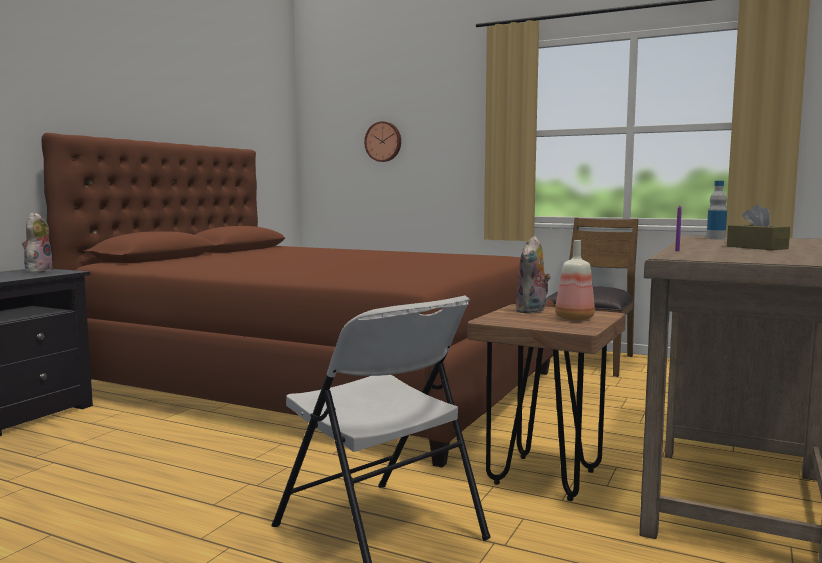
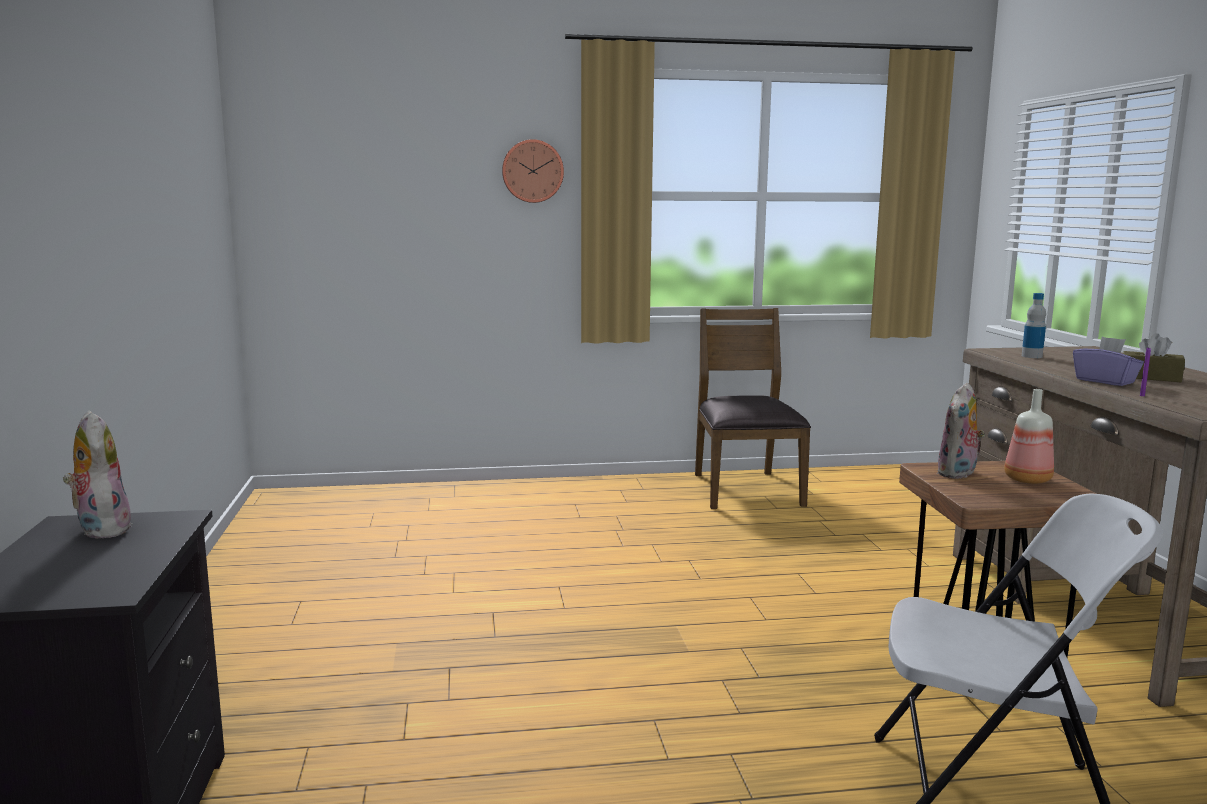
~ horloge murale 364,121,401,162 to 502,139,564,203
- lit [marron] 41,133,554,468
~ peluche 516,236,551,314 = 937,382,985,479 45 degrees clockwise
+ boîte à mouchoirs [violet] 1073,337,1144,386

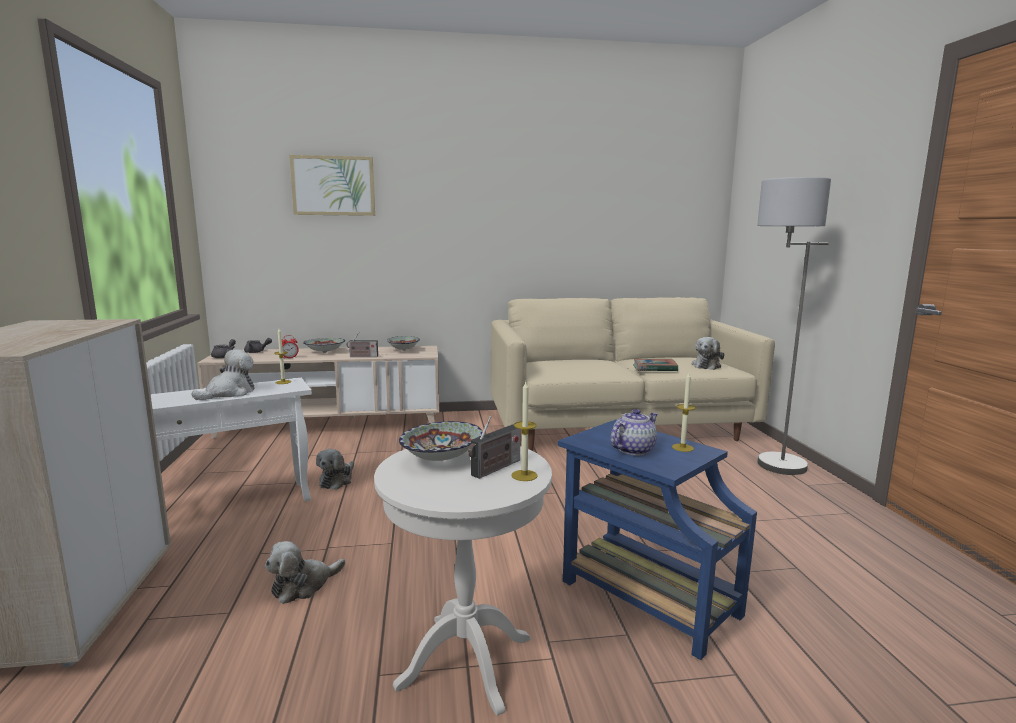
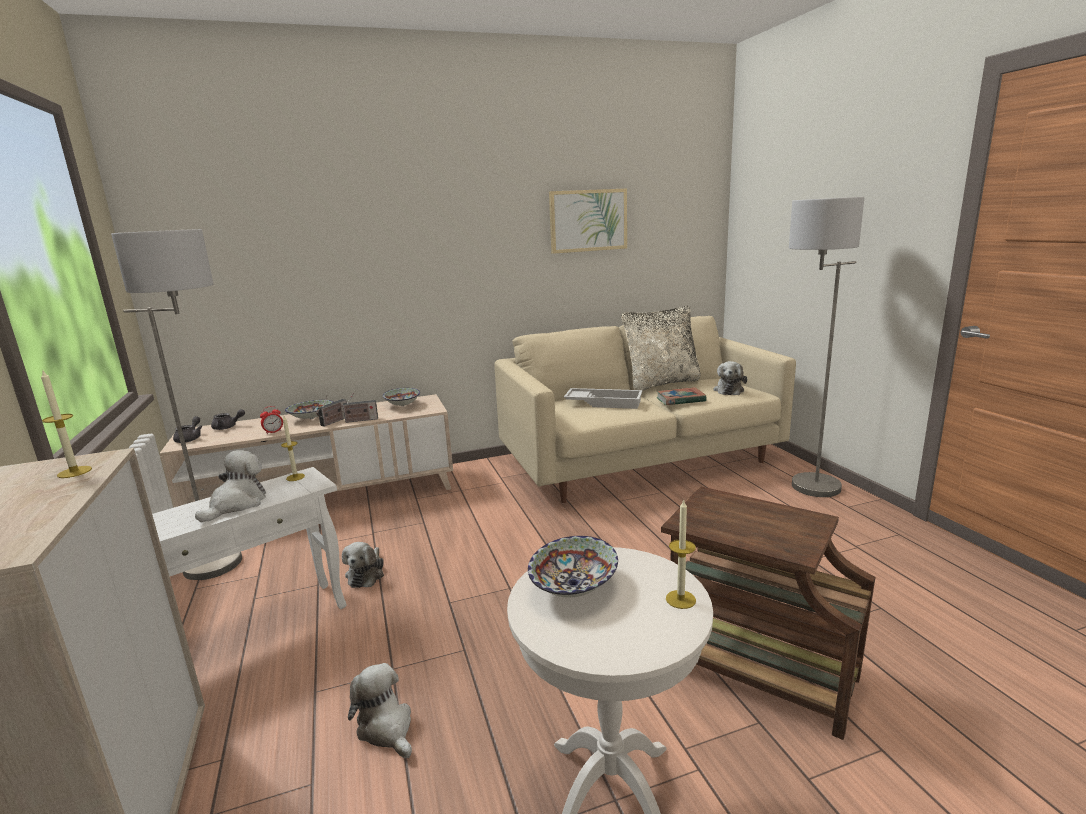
~ tableau 289,155,375,216 to 549,189,627,254
~ bougie 672,372,696,452 to 41,369,92,478
- théière 610,409,658,455
~ radio 468,416,521,479 to 316,395,347,427
~ table d'appoint [bleu] 558,420,757,660 to table d'appoint [marron] 661,486,875,740
~ peluche 265,541,346,604 = 348,663,412,758 105 degrees clockwise
+ lampadaire [gris] 111,229,242,580
+ coussin [beige] 621,306,701,391
+ plateau [blanc] 564,388,642,409

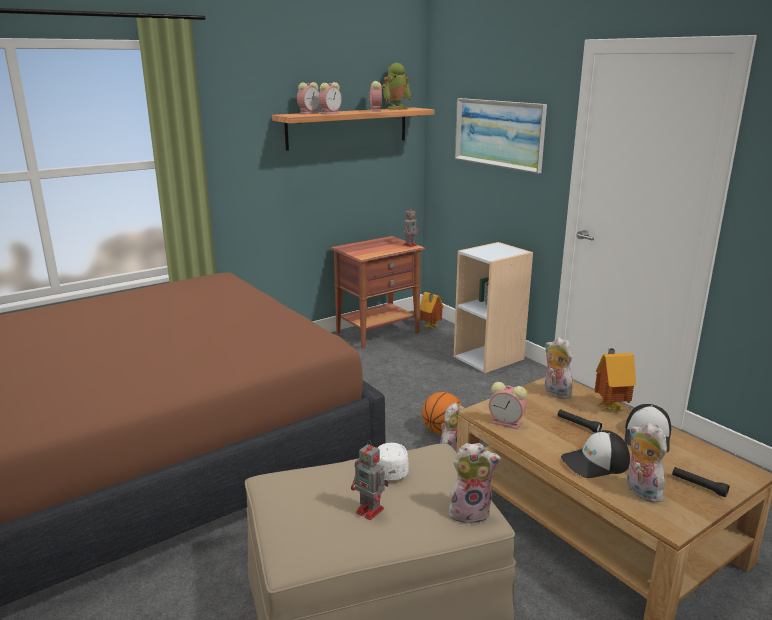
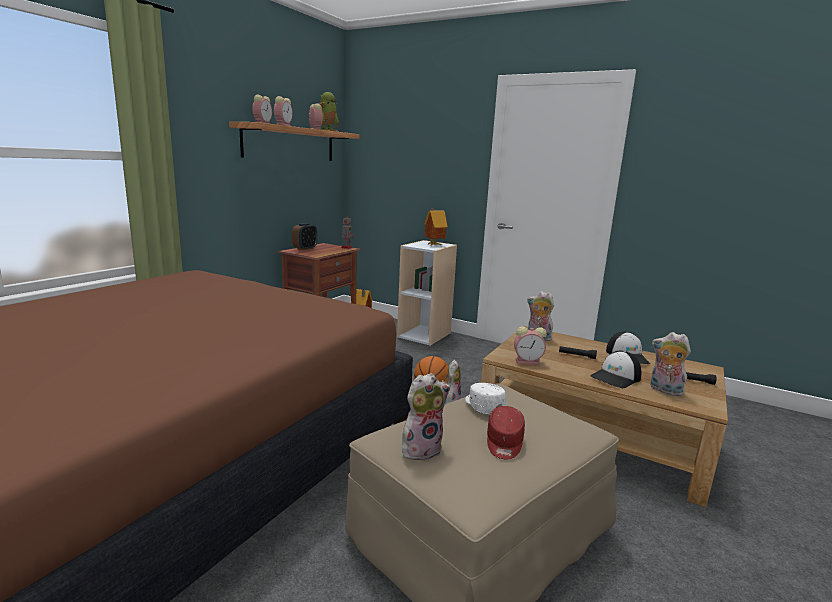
- tableau 455,98,547,174
~ maison miniature 595,348,636,411 to 424,209,448,246
~ robot jouet 351,440,389,520 to casquette [rouge] 487,406,525,460
~ peluche 449,443,501,524 to 402,373,450,460
+ réveil 292,223,317,250

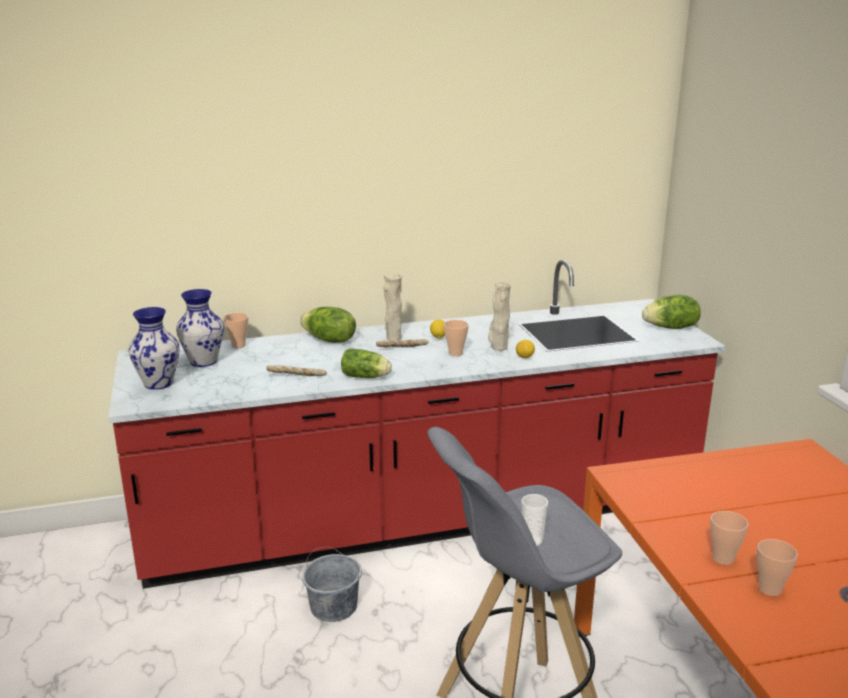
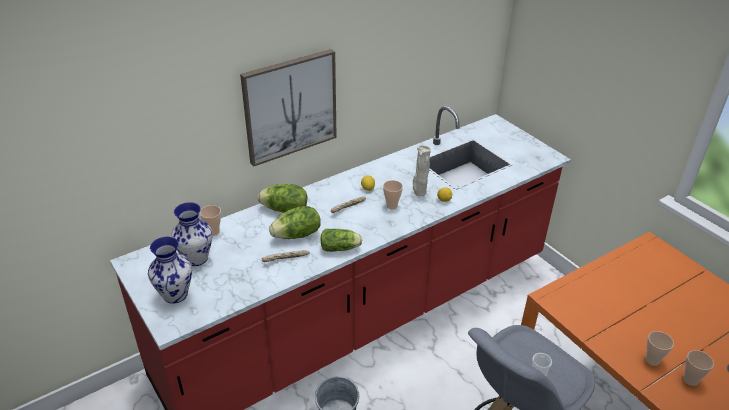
- vase [beige] 383,274,402,340
~ laitue 642,295,701,329 to 269,206,321,239
+ tableau 240,49,337,167

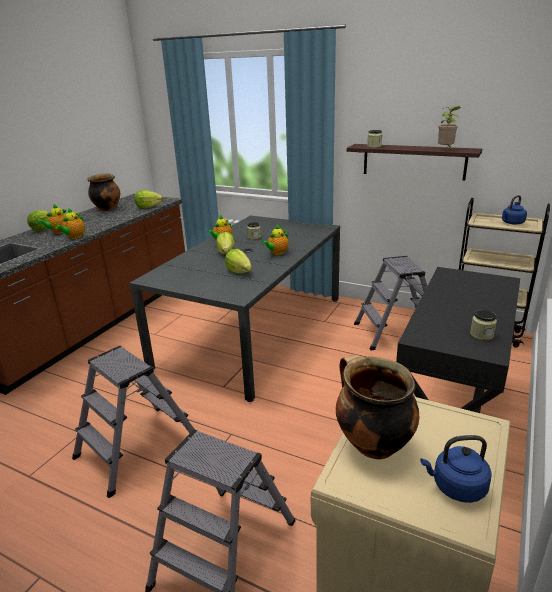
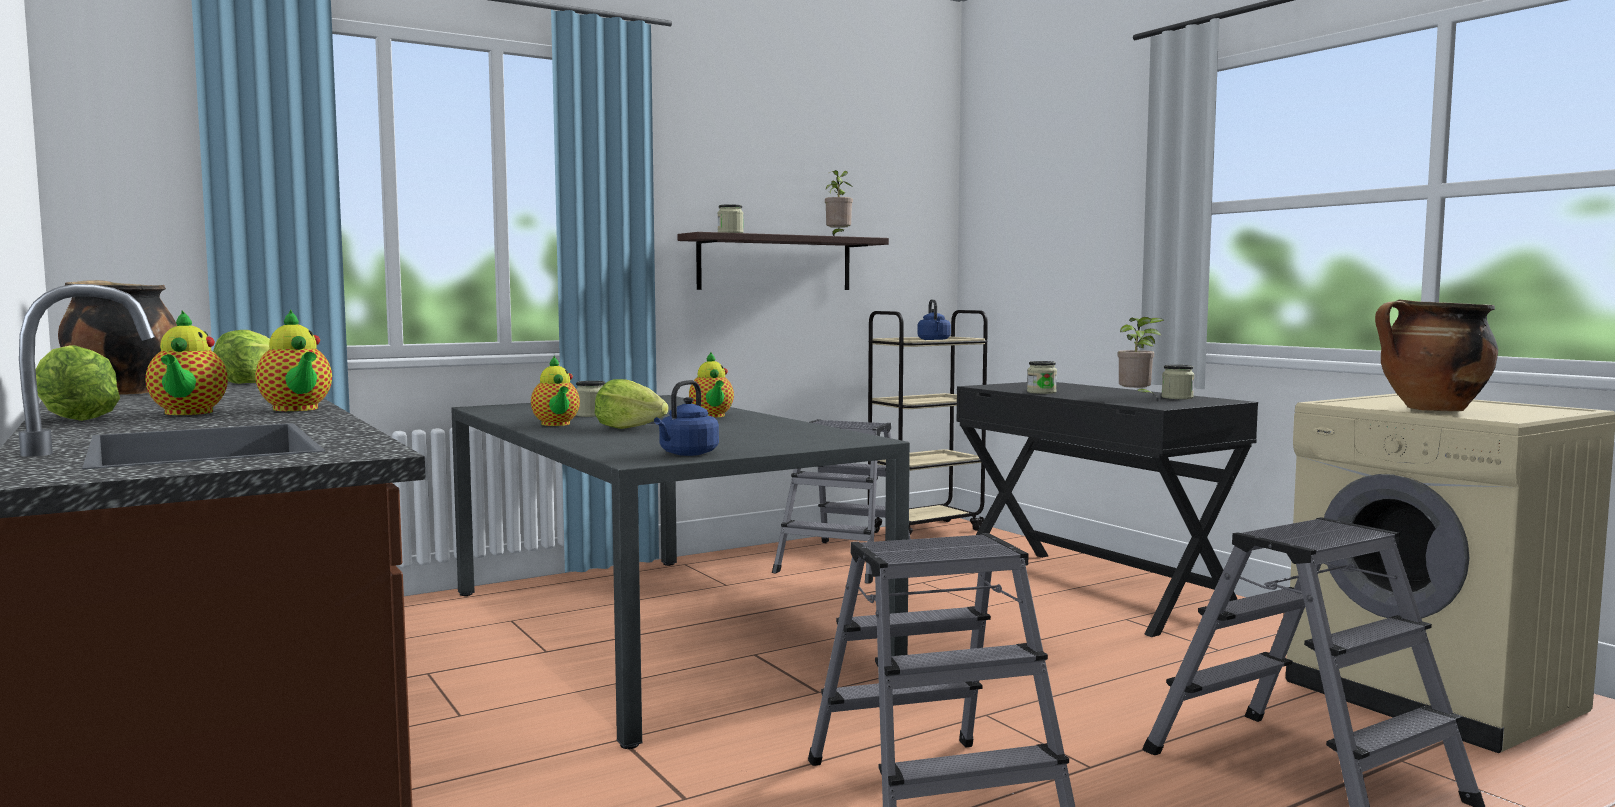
- laitue 225,249,252,273
~ bouilloire [bleu] 420,435,492,503 to 654,380,719,456
+ plante en pot 1118,317,1164,398
+ bocal 1027,361,1057,394

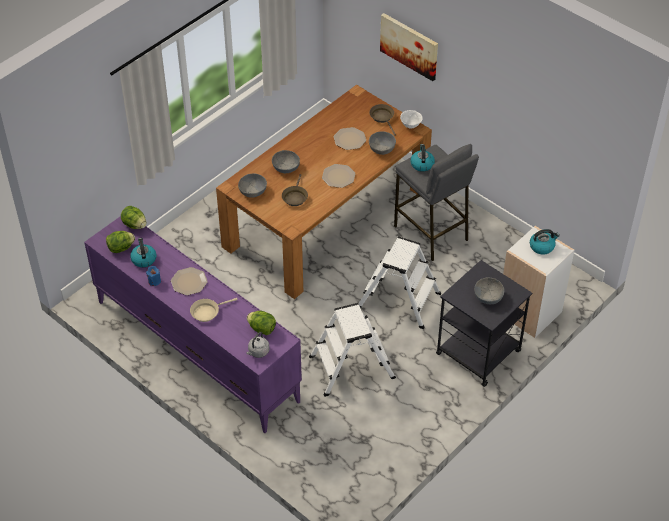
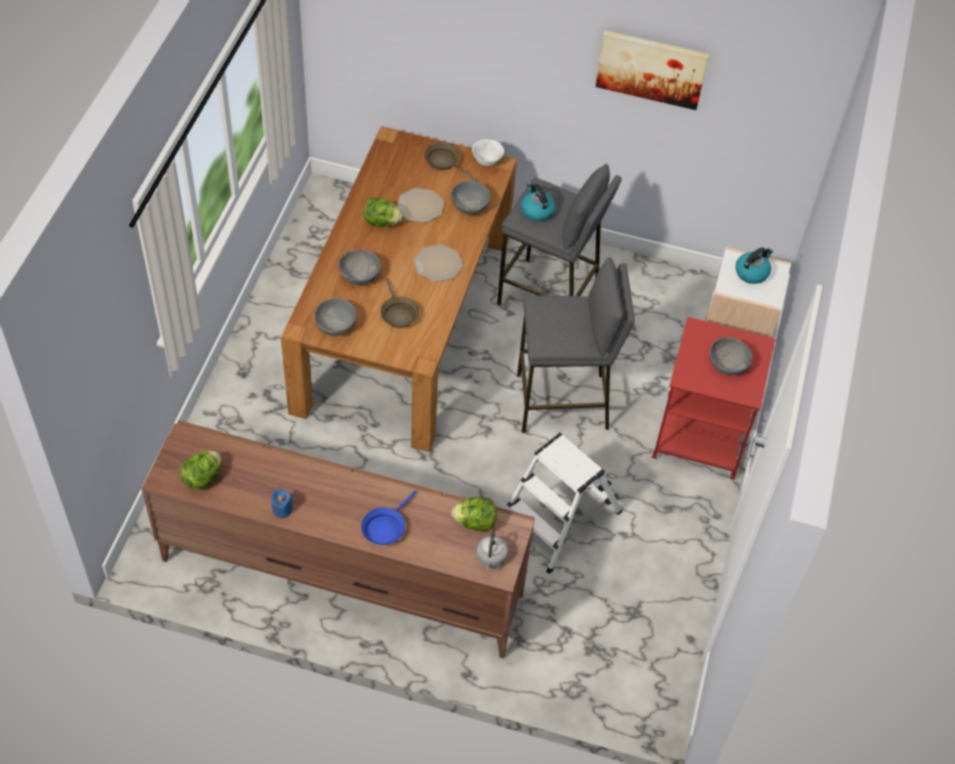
~ tableau 380,13,438,81 to 596,30,709,110
~ laitue 121,206,146,229 to 364,198,402,227
~ meuble de rangement [violet] 84,216,302,433 to meuble de rangement [marron] 141,420,535,658
~ escabeau [blanc] 359,236,441,329 to tabouret [gris] 517,257,635,433
- bouilloire 130,238,156,268
~ chariot [noir] 436,260,532,386 to chariot [rouge] 652,317,775,480
- assiette 171,267,208,295
~ poêle [beige] 190,298,238,322 to poêle [bleu] 361,490,417,545

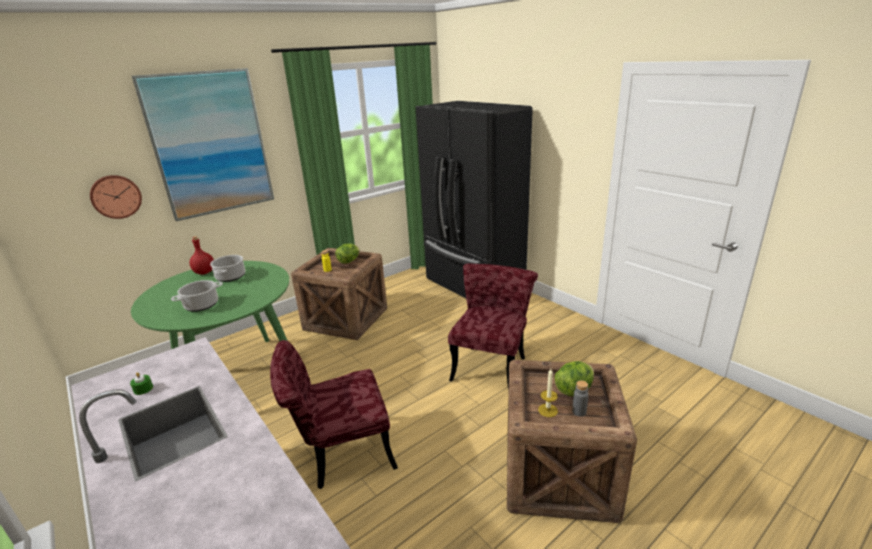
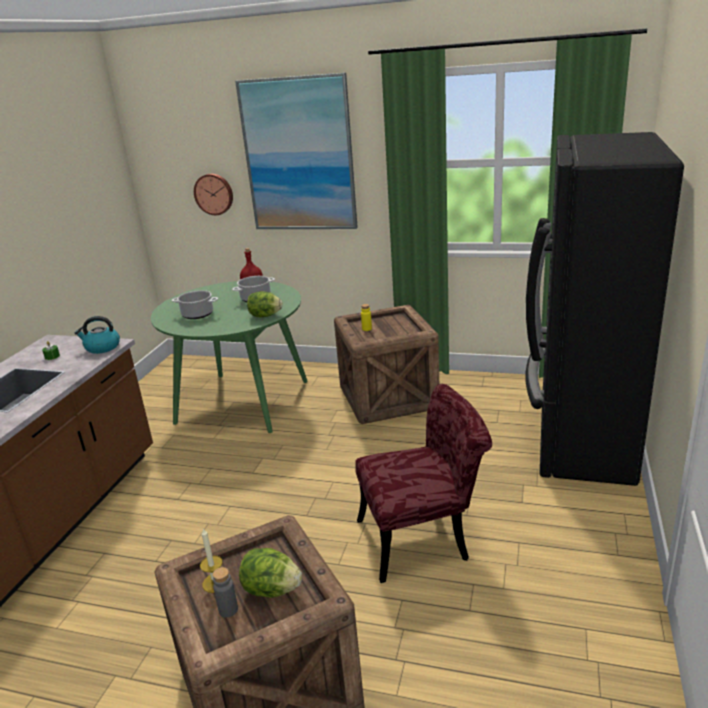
~ laitue 335,243,360,263 to 247,291,283,317
- chaise [rouge] 270,340,398,489
+ bouilloire 75,316,120,354

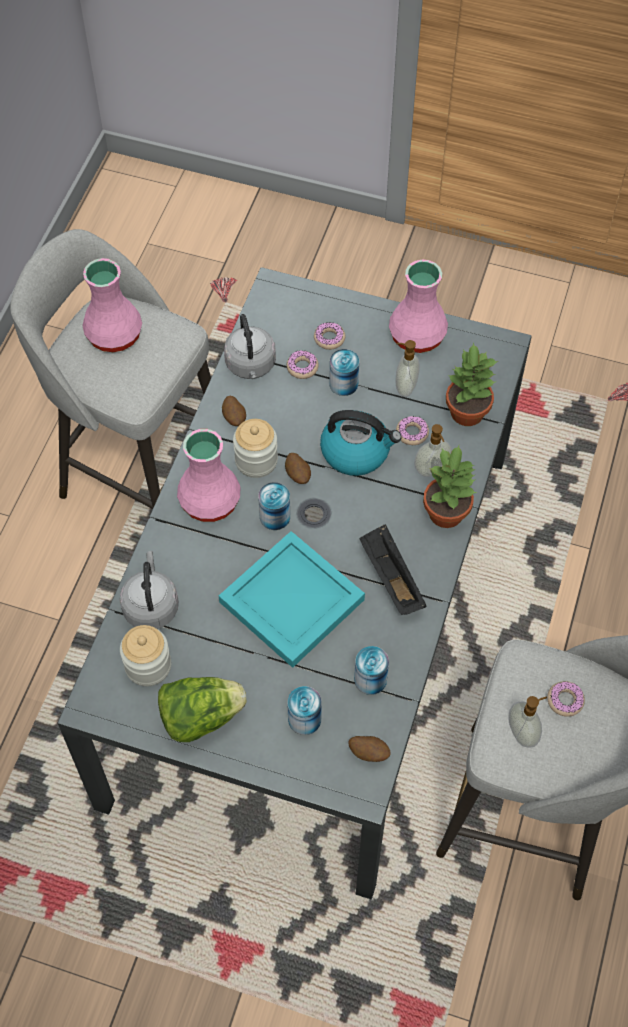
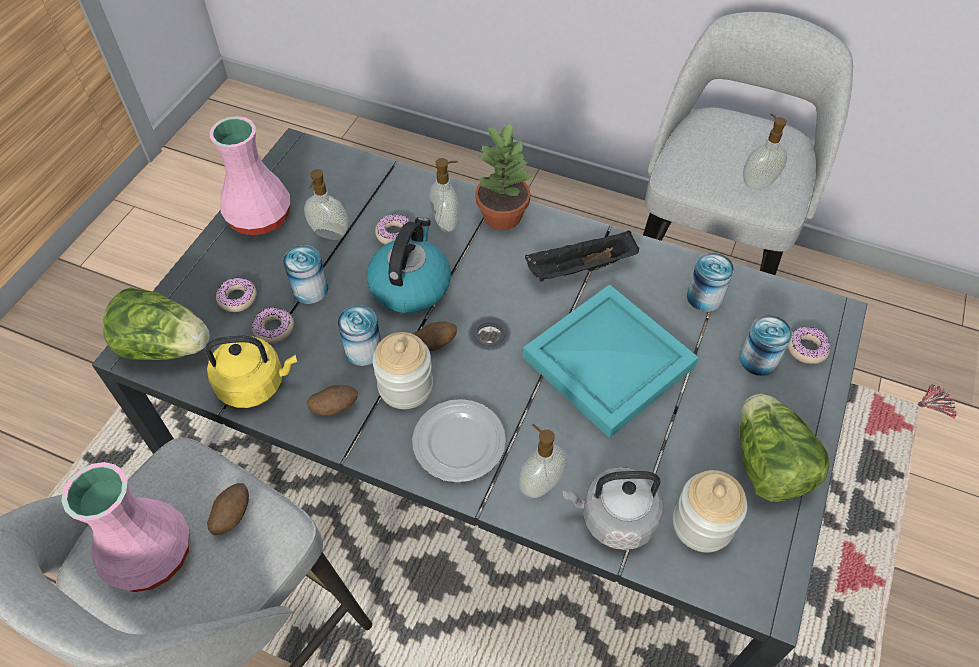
~ bouilloire [gris] 224,314,276,379 to bouilloire [jaune] 205,336,297,408
- plante en pot 446,343,498,426
~ vase [rose] 177,429,241,522 to assiette 412,399,506,483
~ boîte métallique 258,482,290,530 to 338,305,381,366
~ beignet 547,681,585,717 to 787,327,830,364
~ pomme de terre 348,736,390,762 to 207,483,249,535
+ laitue 103,287,209,360
+ distributeur de savon 518,424,567,498

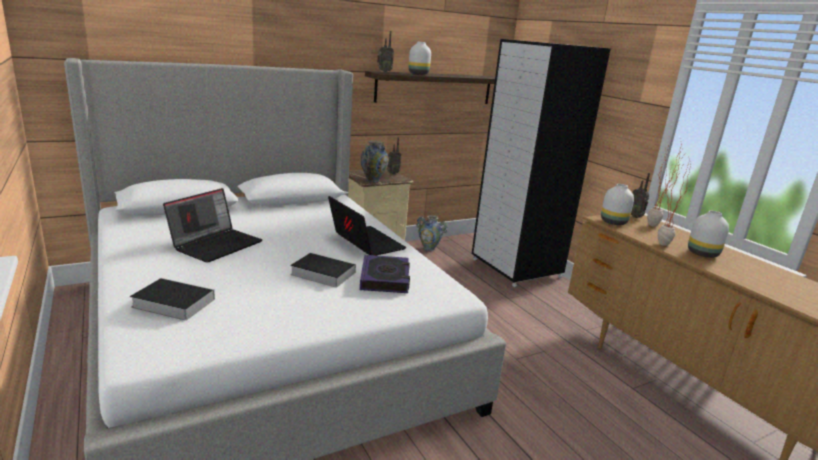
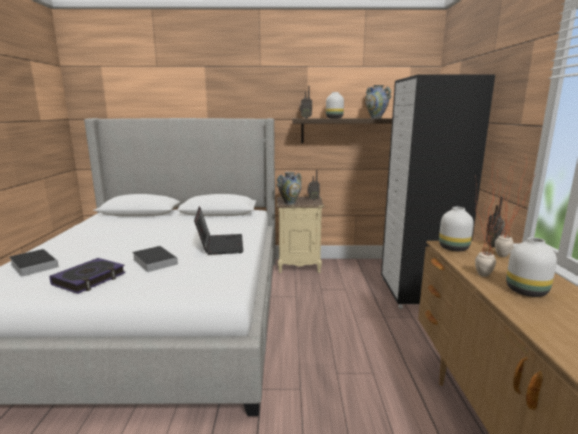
- ordinateur portable 163,188,262,263
~ vase 416,215,448,251 to 365,85,392,119
~ livre 360,255,410,293 to 49,258,126,294

